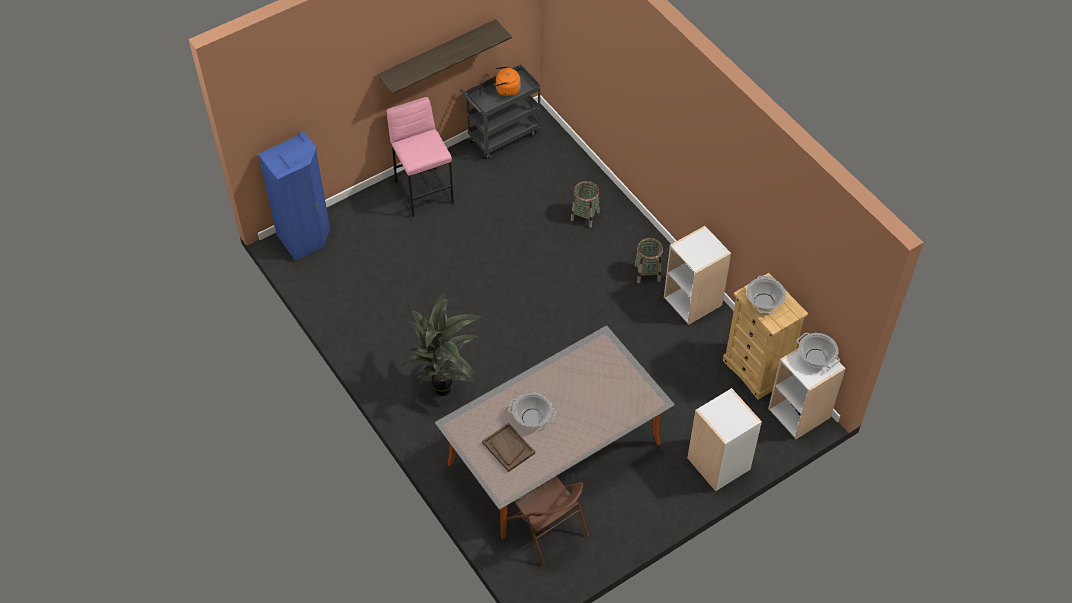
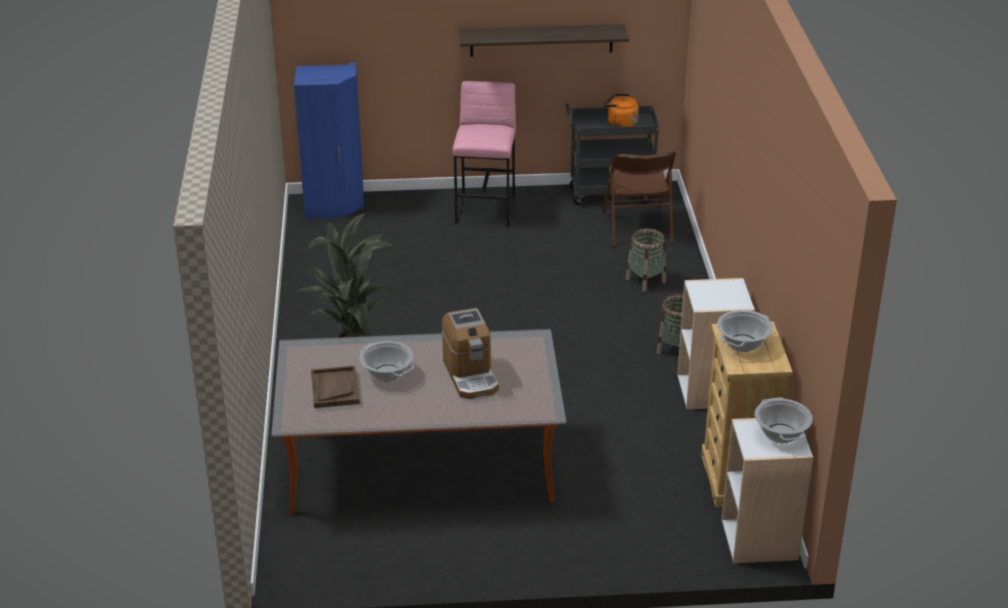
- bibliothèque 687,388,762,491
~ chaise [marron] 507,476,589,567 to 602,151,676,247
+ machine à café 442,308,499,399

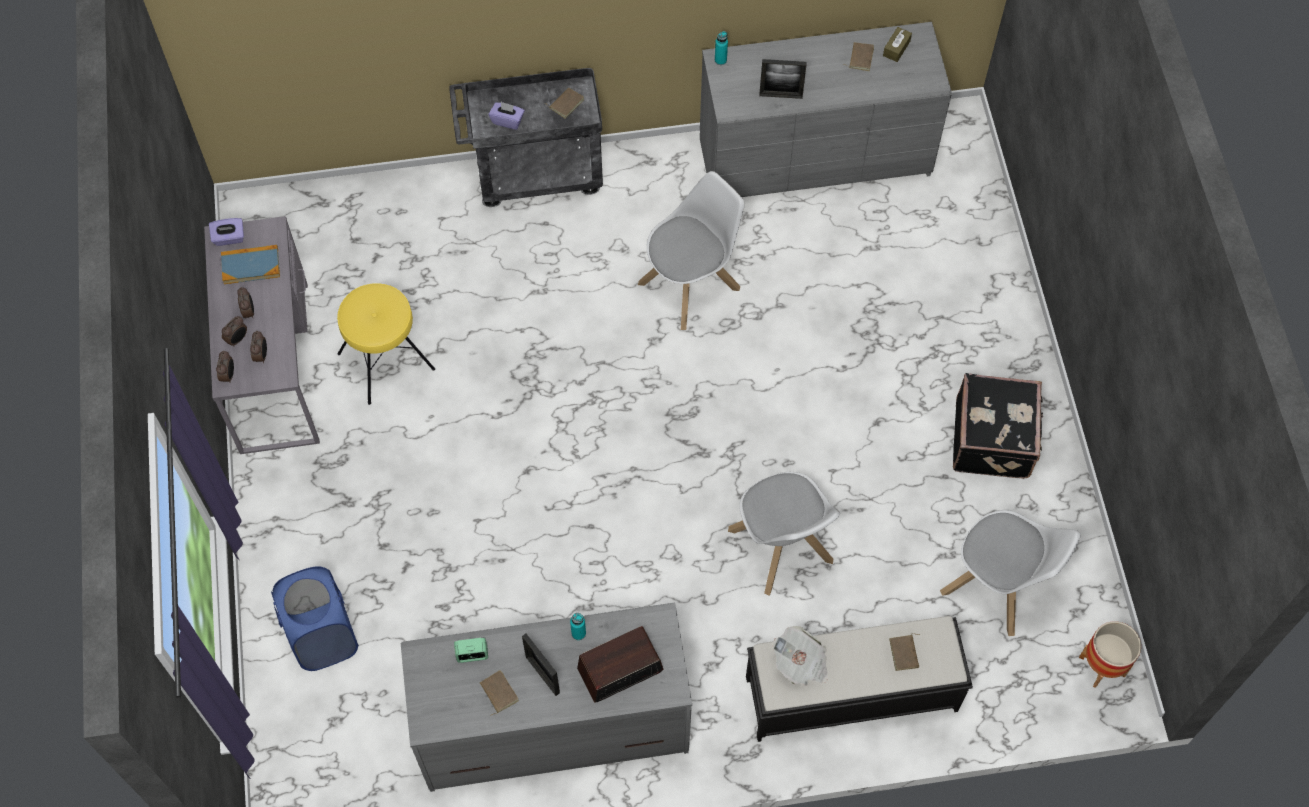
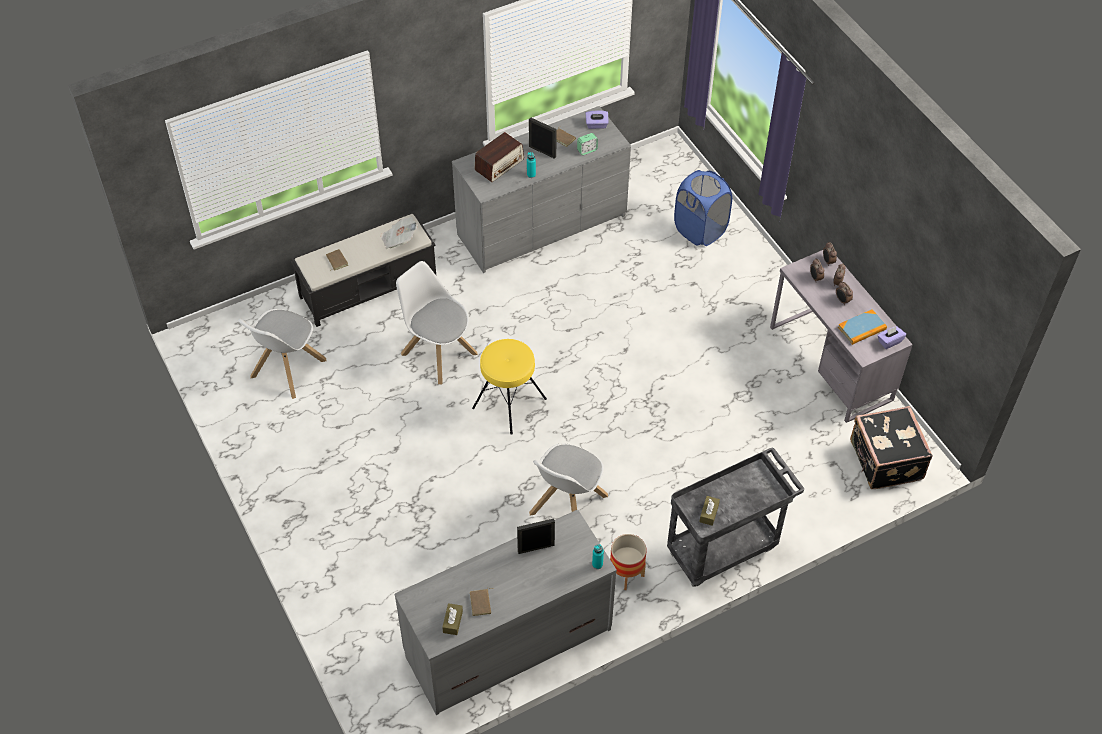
~ livre [marron] 545,87,584,119 to boîte à mouchoirs [marron] 700,496,720,526
~ boîte à mouchoirs [violet] 489,102,525,130 to 585,111,609,129
~ tabouret [jaune] 337,283,435,405 to 472,339,547,435
~ valise [noir] 953,373,1043,479 to 850,406,933,489
~ chaise 940,510,1080,636 = 238,309,326,399 75 degrees counterclockwise
~ cache-pot 1079,621,1141,688 to 610,534,646,590

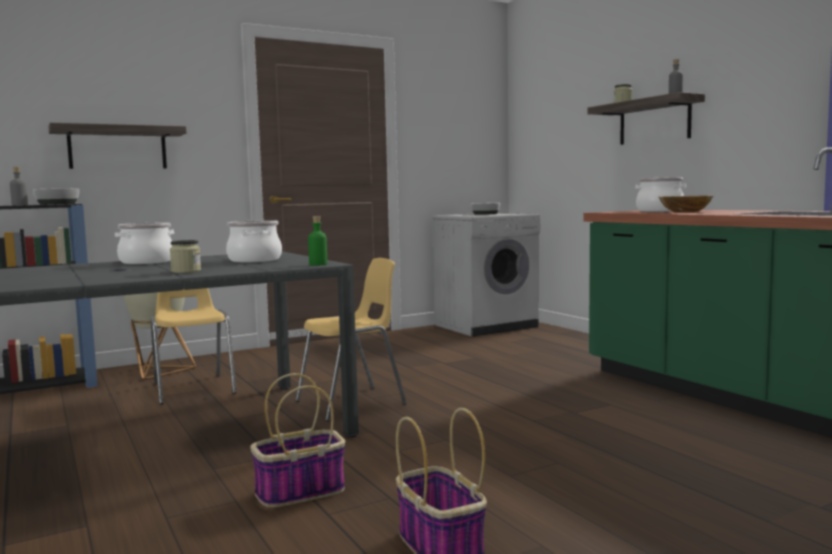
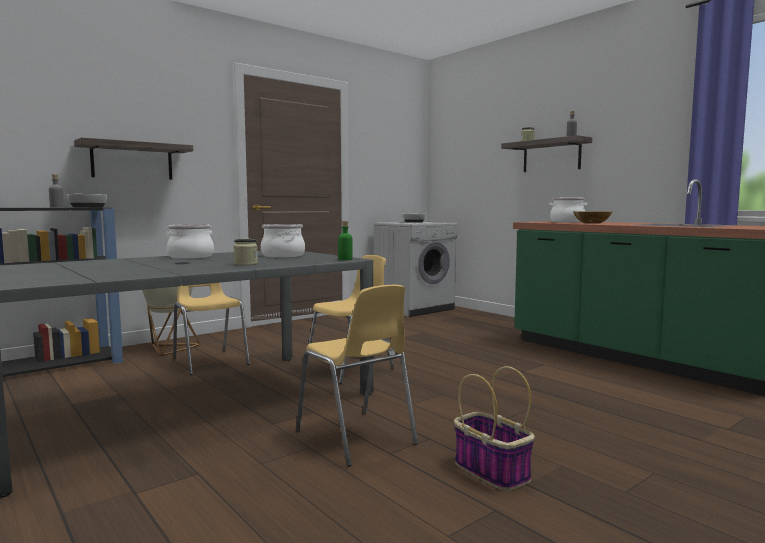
~ panier 250,373,345,508 to chaise [jaune] 296,285,418,467

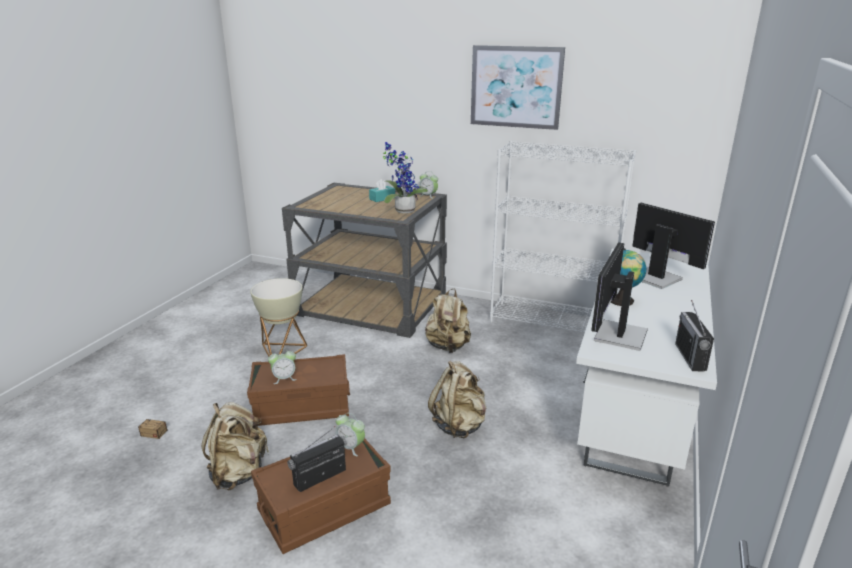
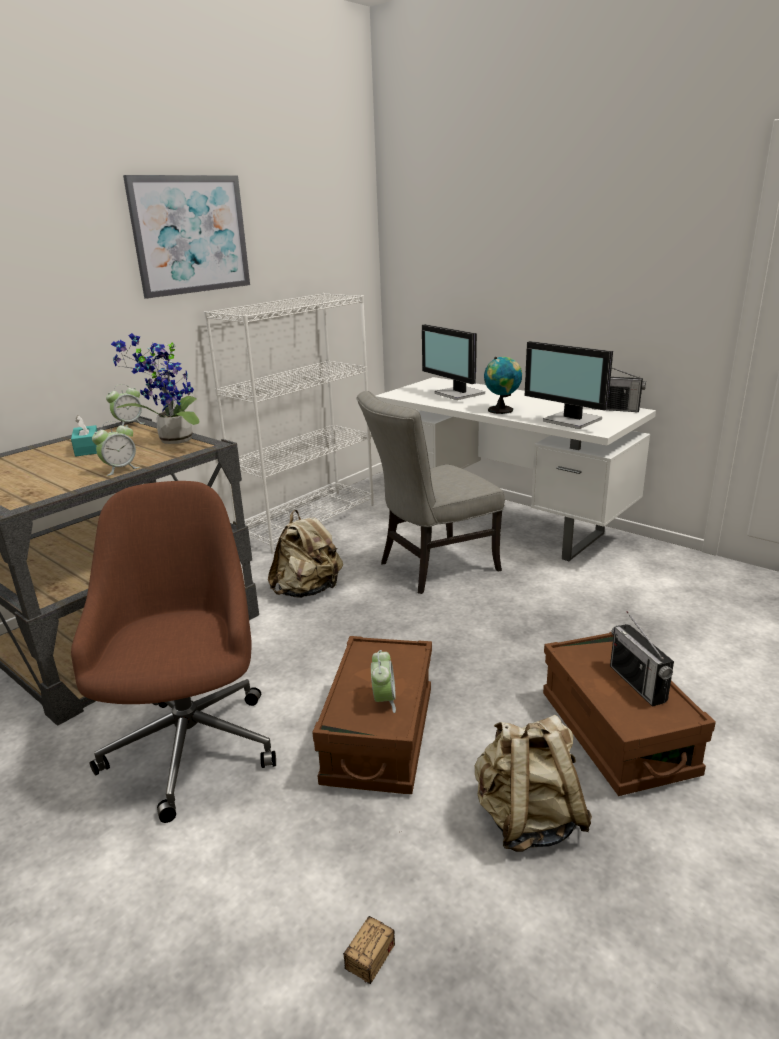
~ écran d'ordinateur 632,203,715,289 = 422,324,485,400 105 degrees counterclockwise
~ cache-pot 250,278,307,356 to chaise de bureau [marron] 71,481,276,823
- sac à dos [beige] 428,361,487,438
~ réveil 335,413,365,456 to 92,421,140,476
+ chaise [gris] 357,391,505,594

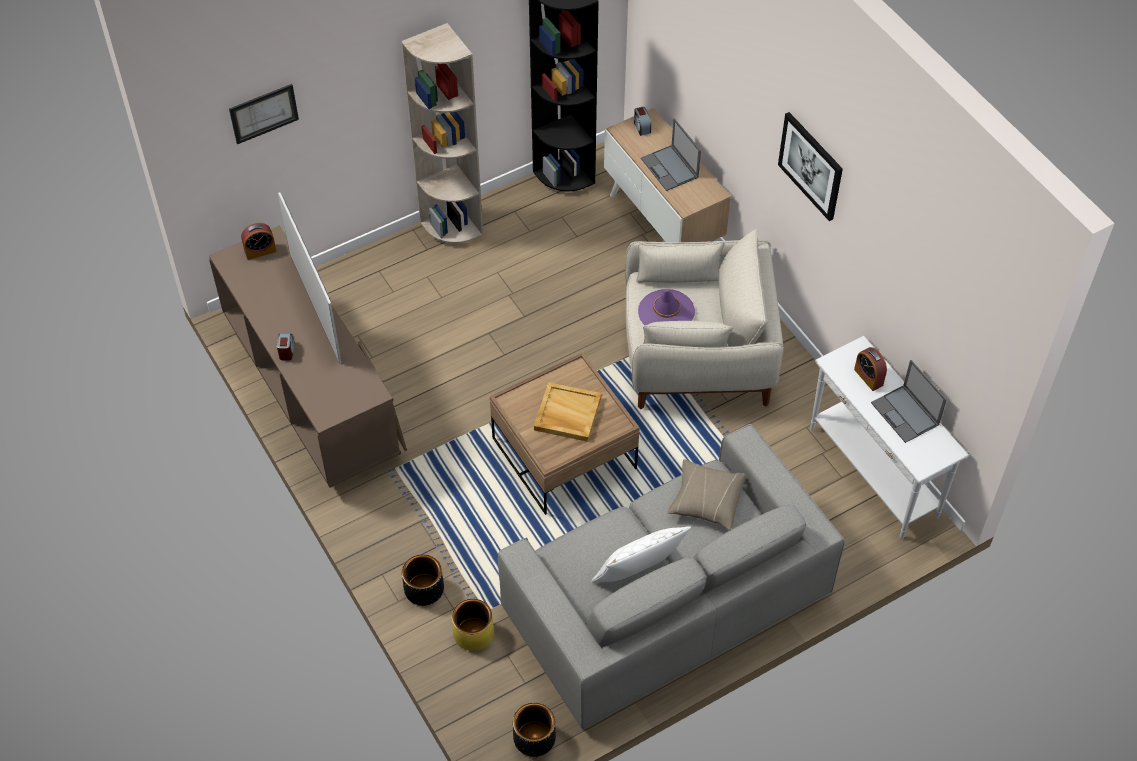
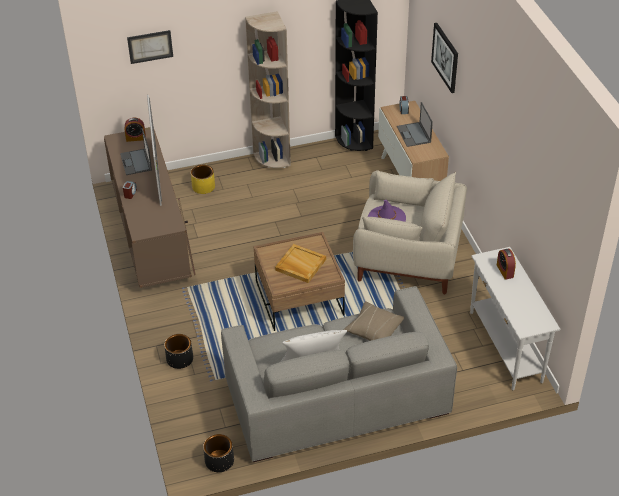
~ tableau 778,112,843,221 to 431,23,458,93
~ ordinateur portable 871,360,947,443 to 120,128,152,175
~ cache-pot [jaune] 452,599,494,651 to 191,165,215,194

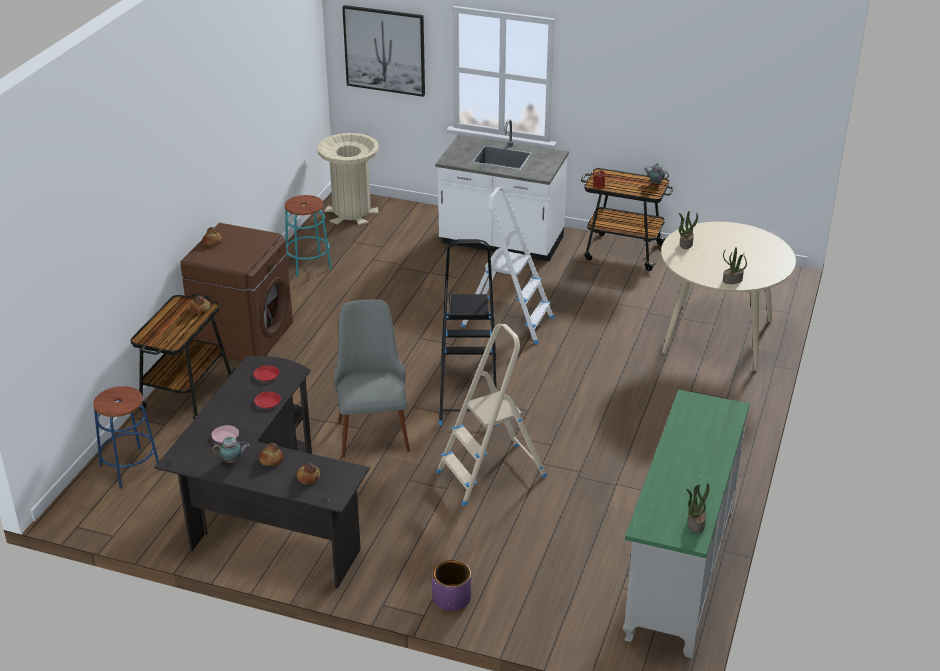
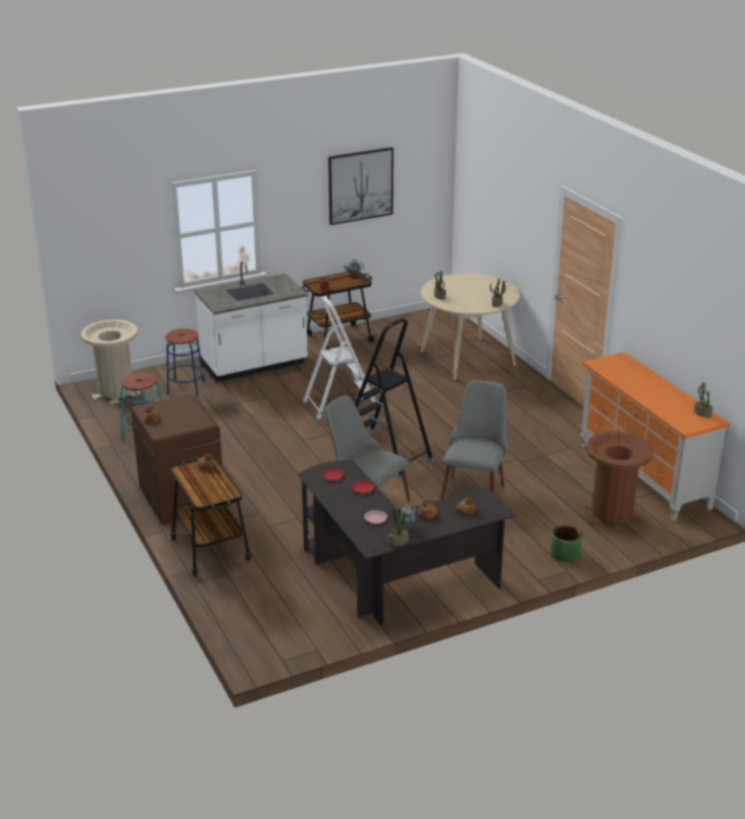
~ tableau 342,5,425,97 to 328,147,394,225
~ escabeau [beige] 436,324,547,506 to chaise [gris] 441,380,507,499
~ tabouret [bleu] 93,386,161,488 to 165,329,205,396
~ commode [vert] 623,390,750,658 to commode [orange] 580,352,730,521
~ cache-pot [violet] 432,560,471,611 to cache-pot [vert] 550,525,582,562
+ poubelle [marron] 585,431,654,532
+ plante en pot 387,506,412,546

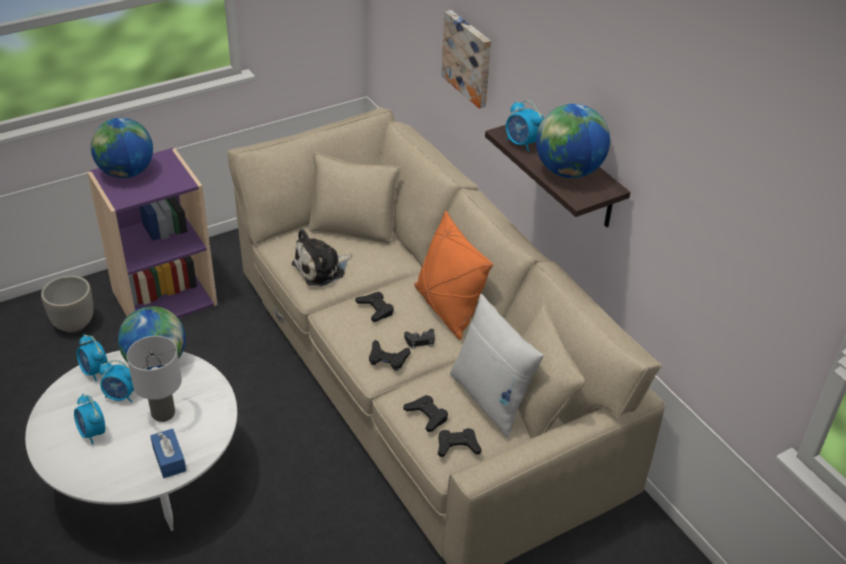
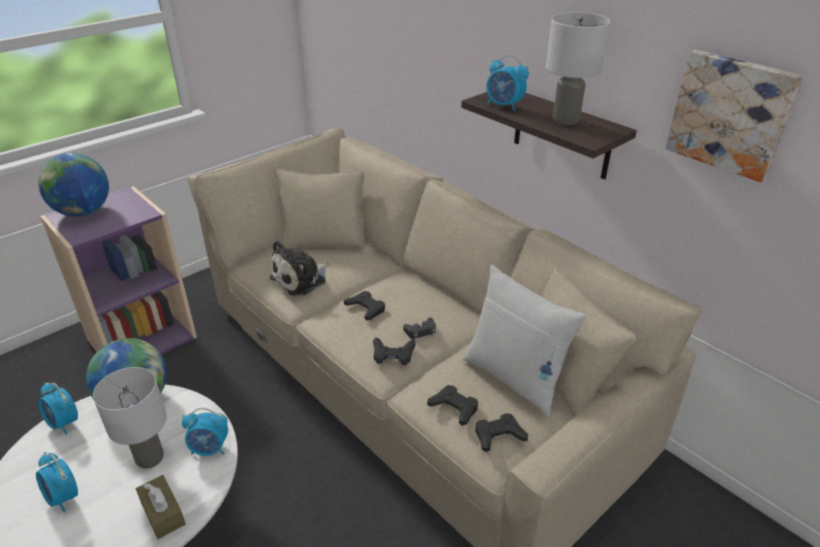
~ tableau 441,10,491,109 to 666,50,803,182
~ globe 536,104,610,178 to lampe de table [blanc] 546,12,610,126
- coussin [orange] 414,211,493,340
- cache-pot 41,275,93,333
~ réveil 99,360,134,403 to 182,408,228,456
~ boîte à mouchoirs [bleu] 150,429,186,478 to boîte à mouchoirs [marron] 135,475,186,539

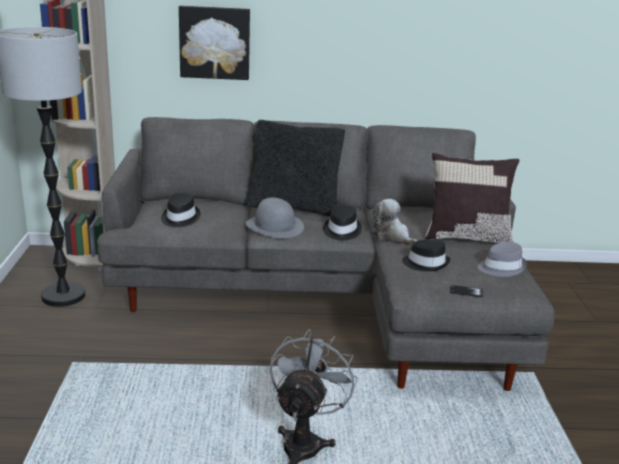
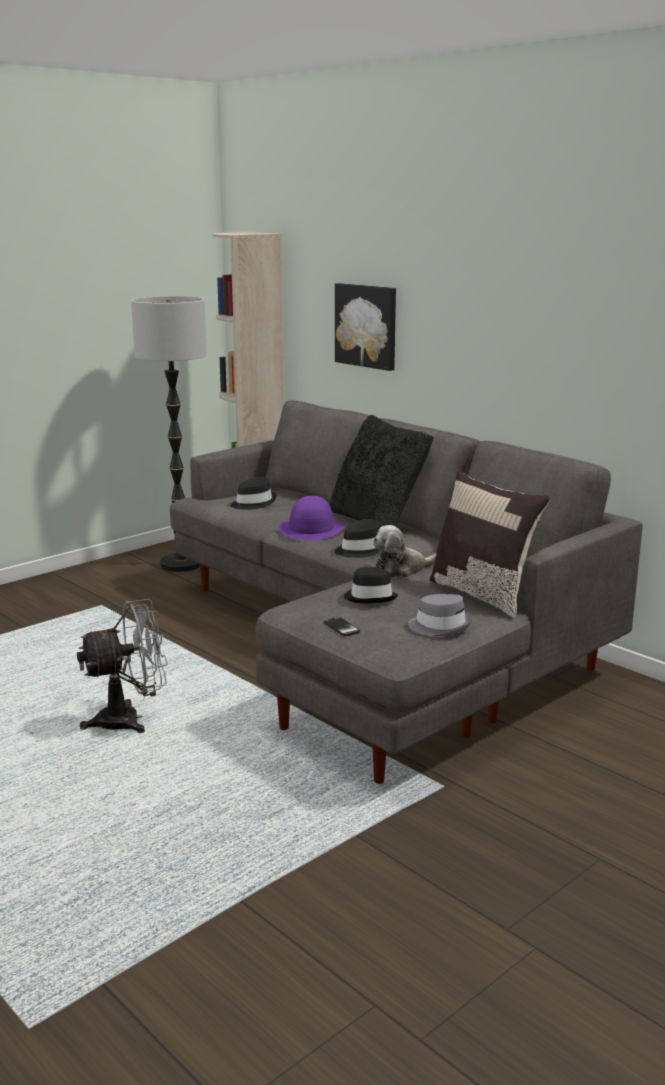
~ chapeau [gris] 246,197,304,238 to chapeau [violet] 279,496,344,541
~ peluche 372,199,417,246 = 372,525,436,577 120 degrees counterclockwise

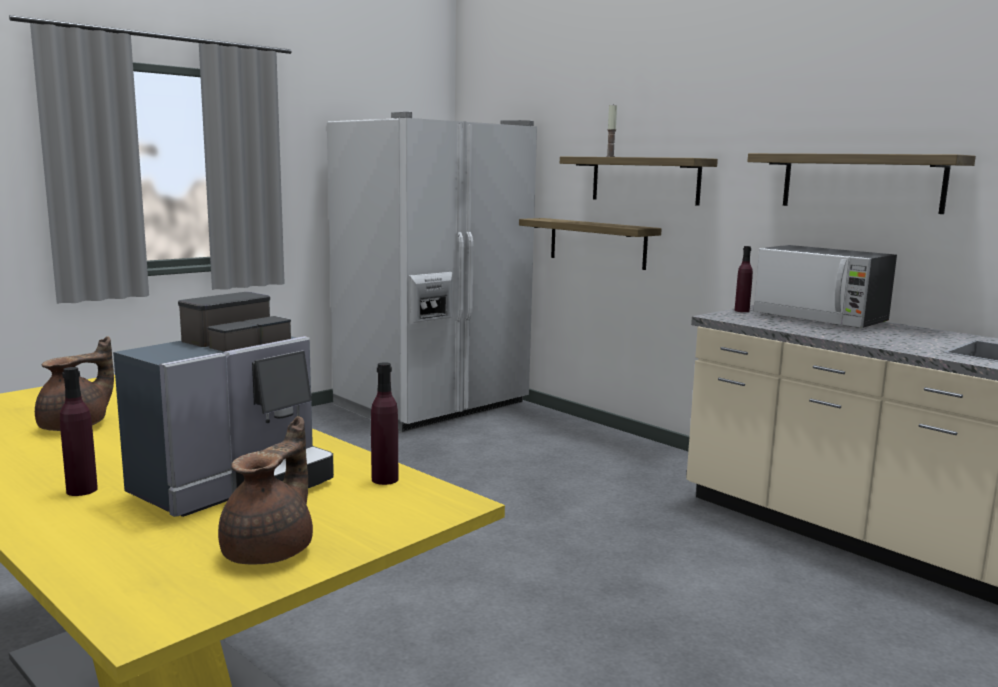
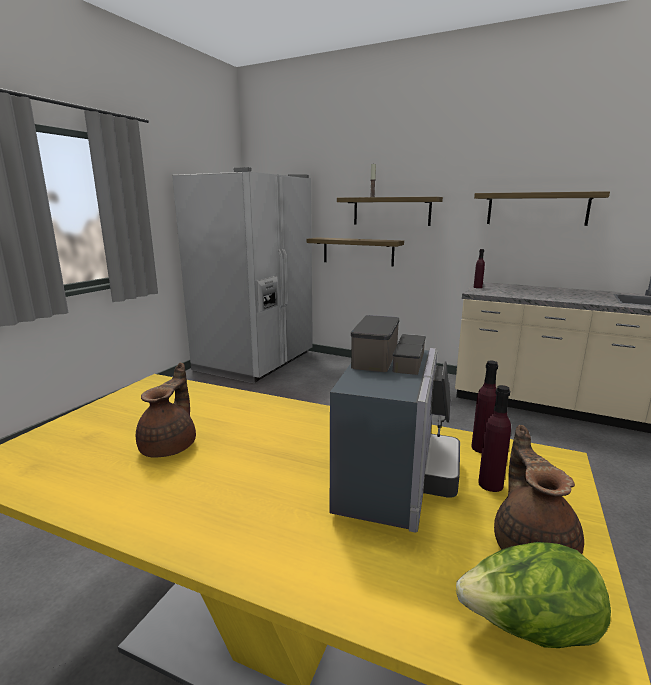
- micro-ondes 753,245,897,328
~ bouteille [violet] 60,367,98,496 to 478,385,511,492
+ laitue 456,542,611,648

